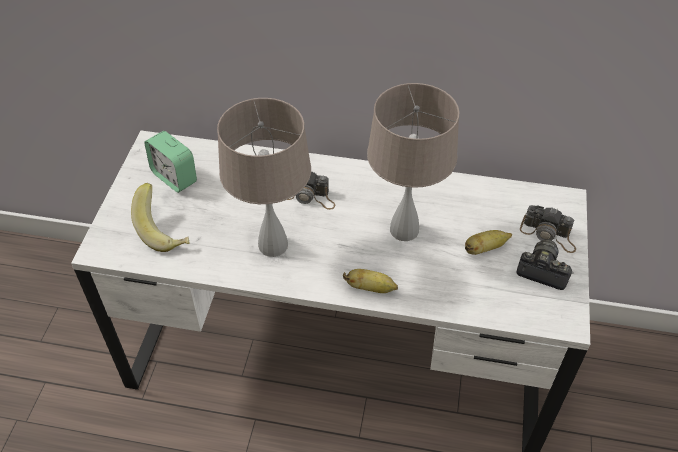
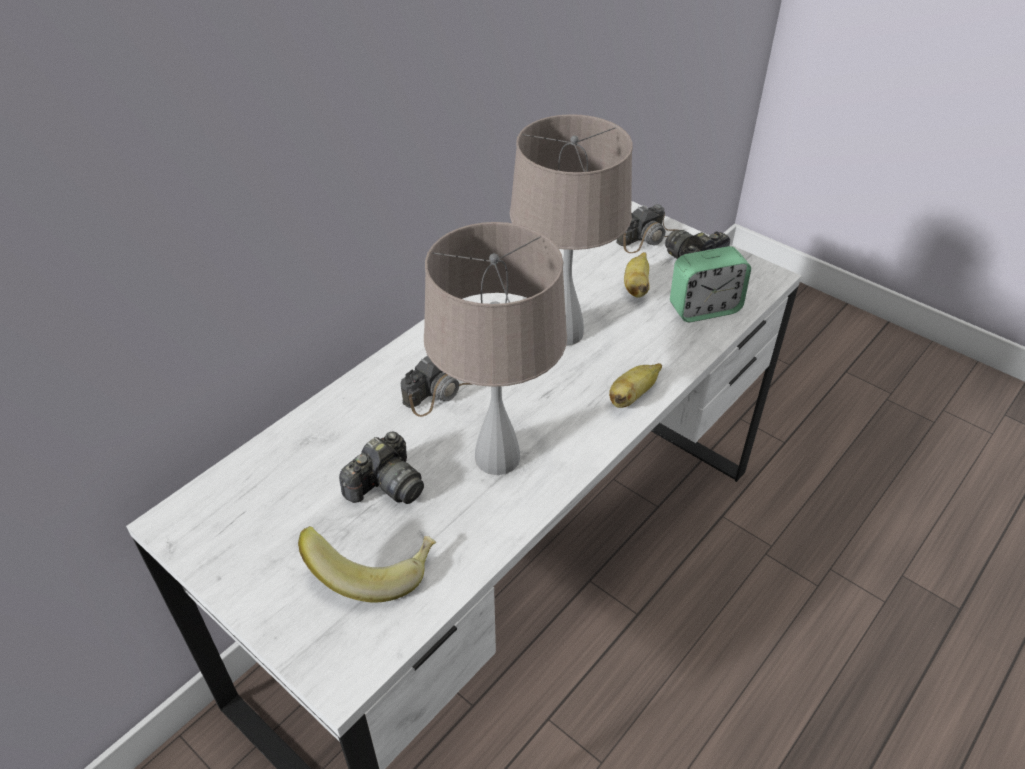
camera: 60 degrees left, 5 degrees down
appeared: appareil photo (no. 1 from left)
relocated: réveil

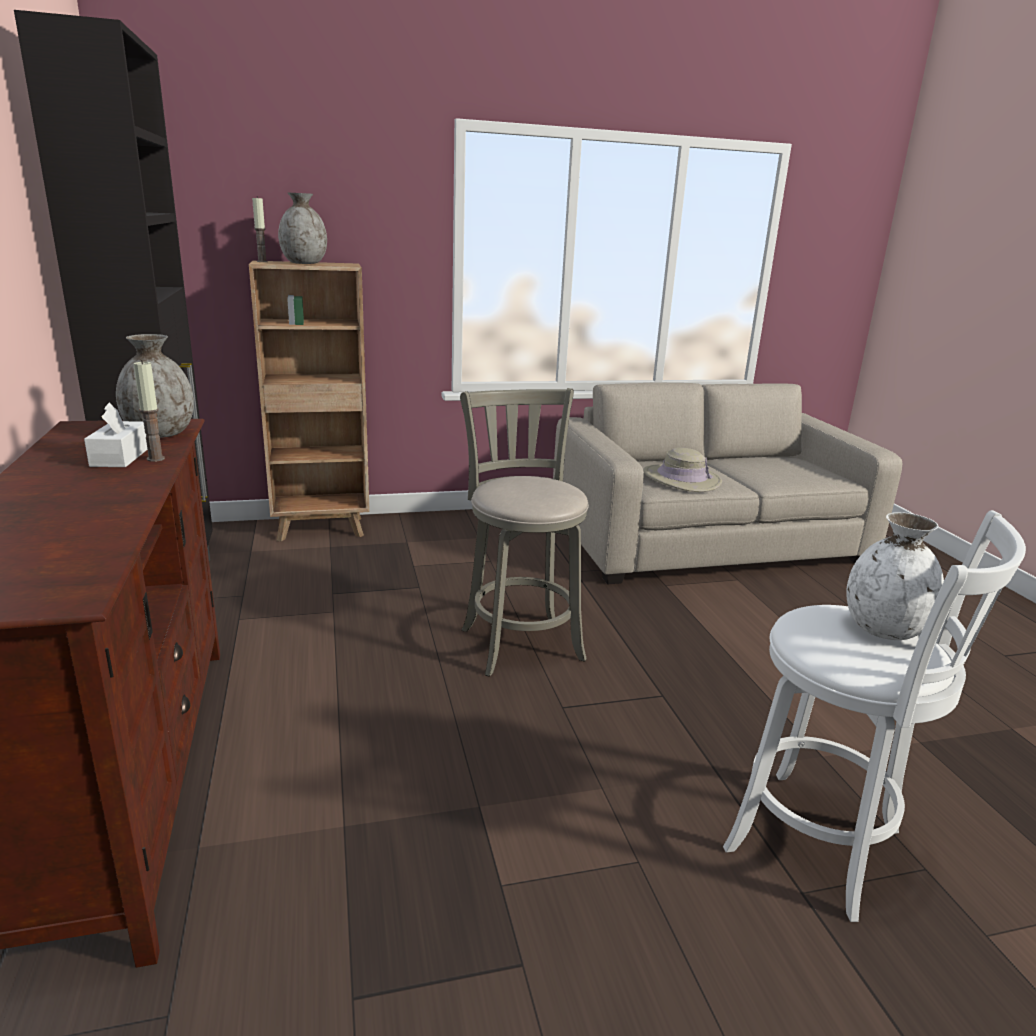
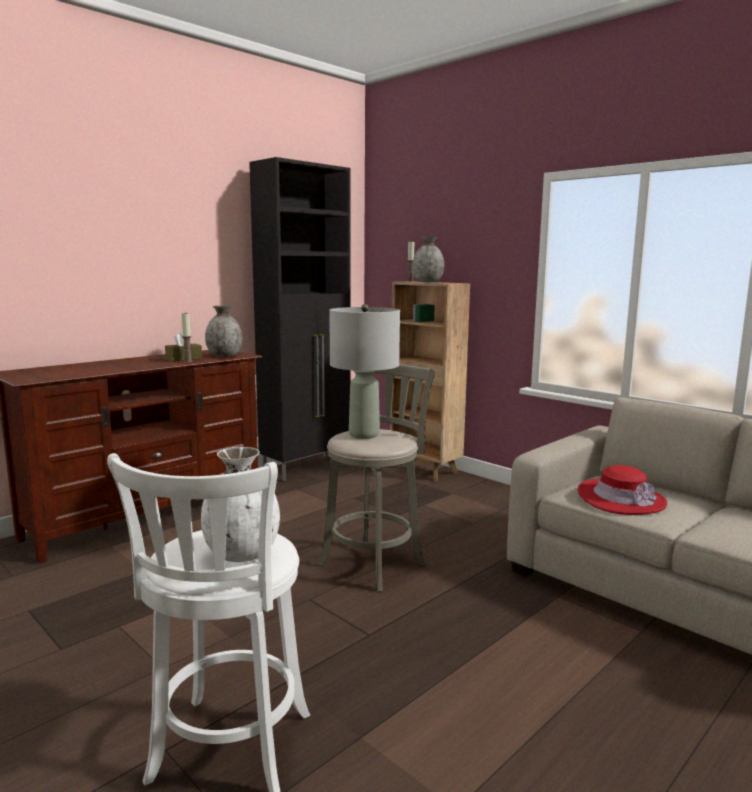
camera: 60 degrees right, 10 degrees down
appeared: lampe de table/gris
colour: boîte à mouchoirs/blanc to boîte à mouchoirs/marron; chapeau/beige to chapeau/rouge

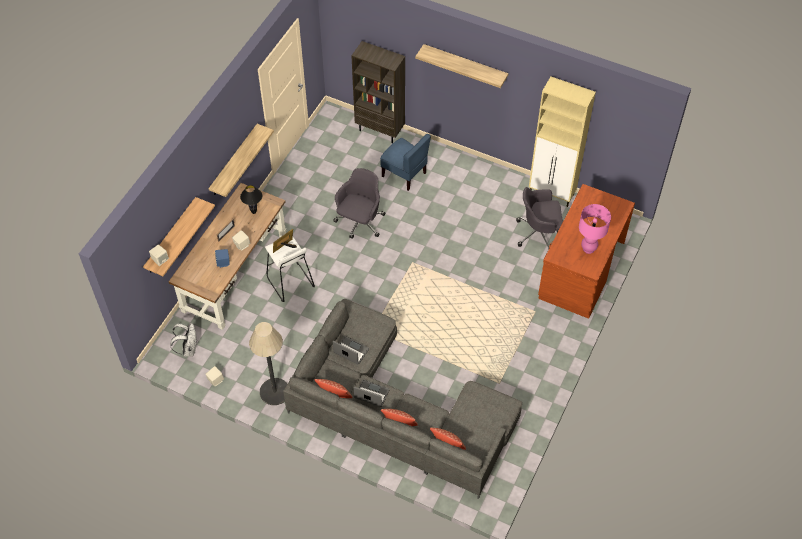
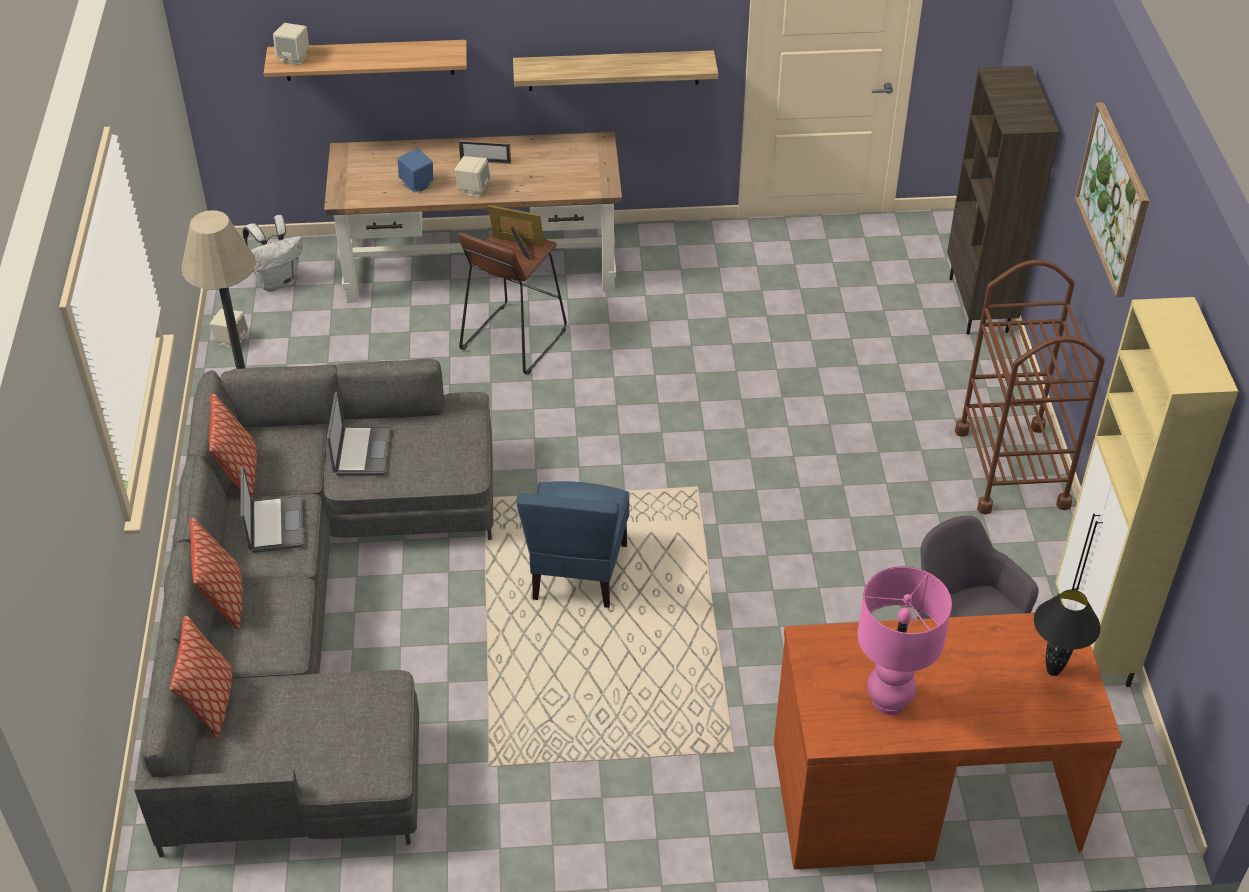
camera: 60 degrees right, 10 degrees down
missing: chaise de bureau/gris (no. 1 from left)
appeared: chariot/marron
relocated: lampe de table/noir; chaise/bleu
exchanged: étagère (no. 3 from left) to tableau
colour: tabouret/blanc to tabouret/marron

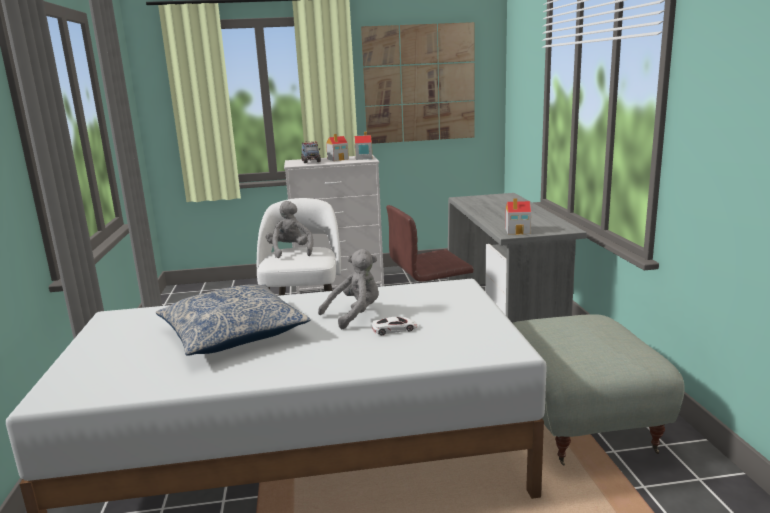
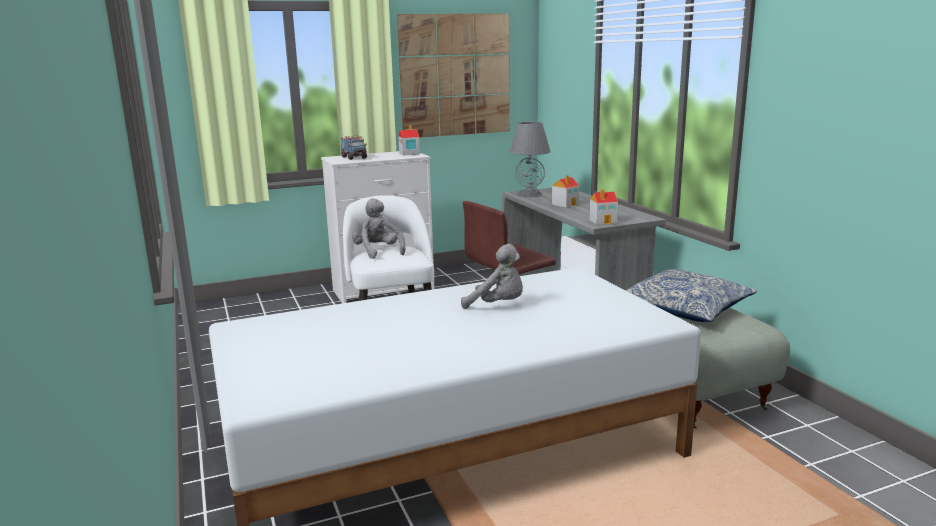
camera: 15 degrees left, 0 degrees up
missing: petite voiture/blanc
appeared: lampe de table/gris
relocated: coussin; maison miniature (no. 1 from left in the first image) to maison miniature (no. 2 from left)
spun: peluche/gris (no. 2 from left) 75 degrees clockwise

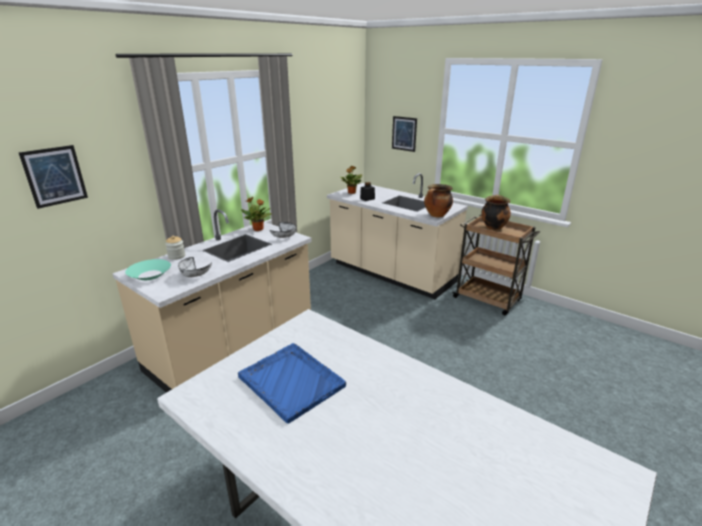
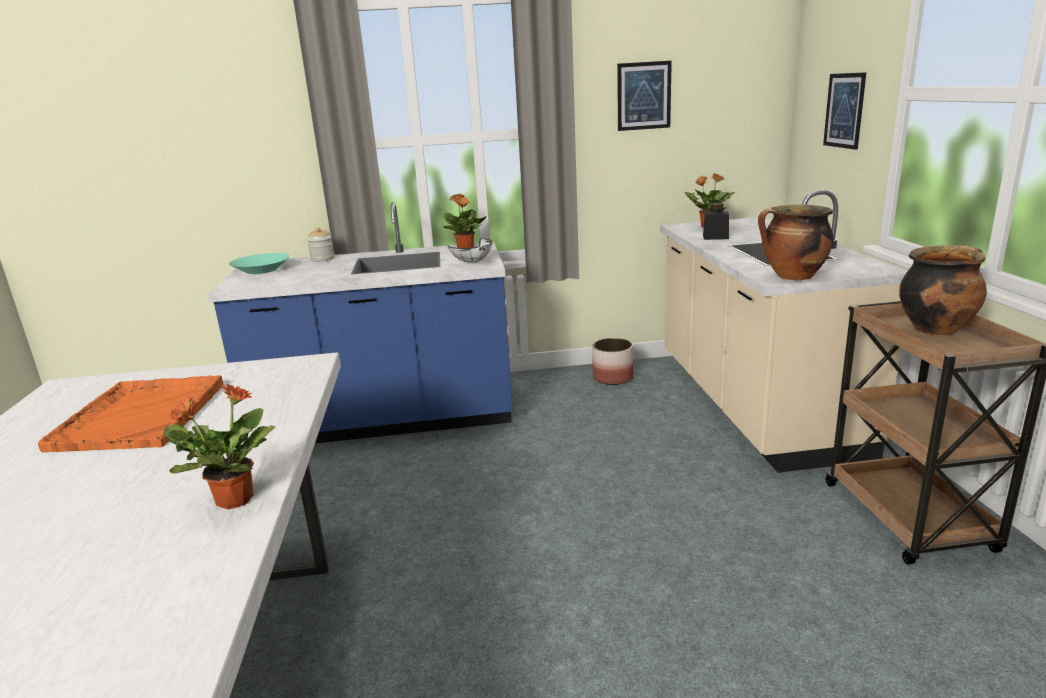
camera: 45 degrees right, 5 degrees down
missing: bol/blanc (no. 1 from left)
appeared: plante en pot (no. 1 from left); cache-pot
relocated: tableau (no. 1 from left)
colour: comptoir de cuisine/beige (no. 1 from left) to comptoir de cuisine/bleu; plateau/bleu to plateau/orange

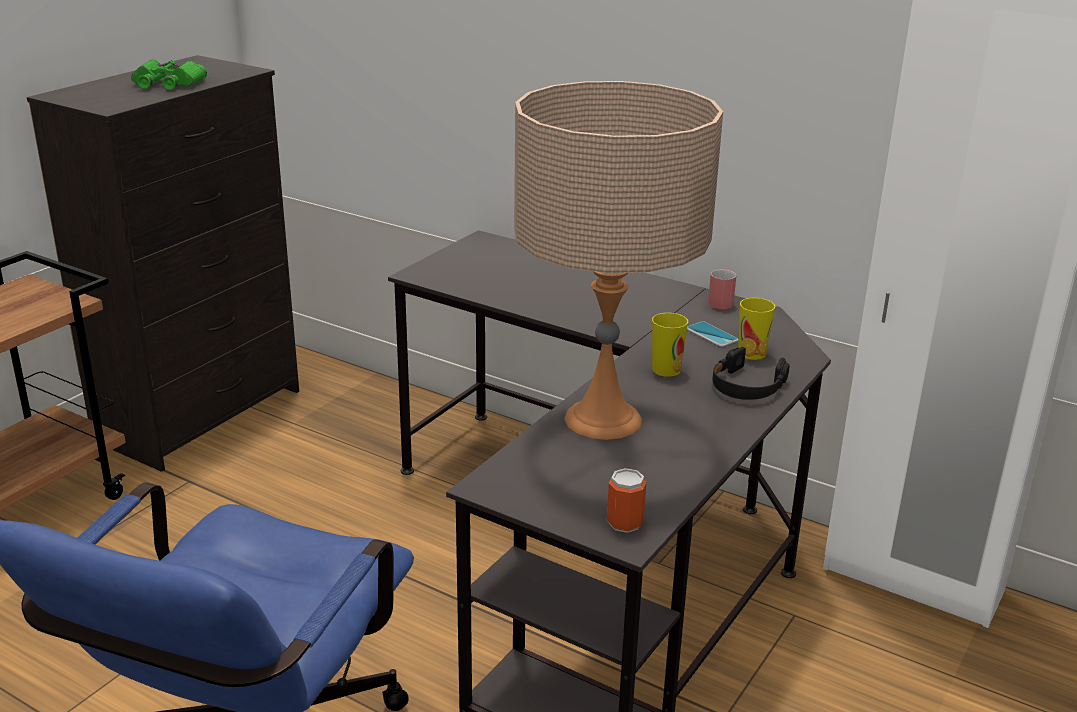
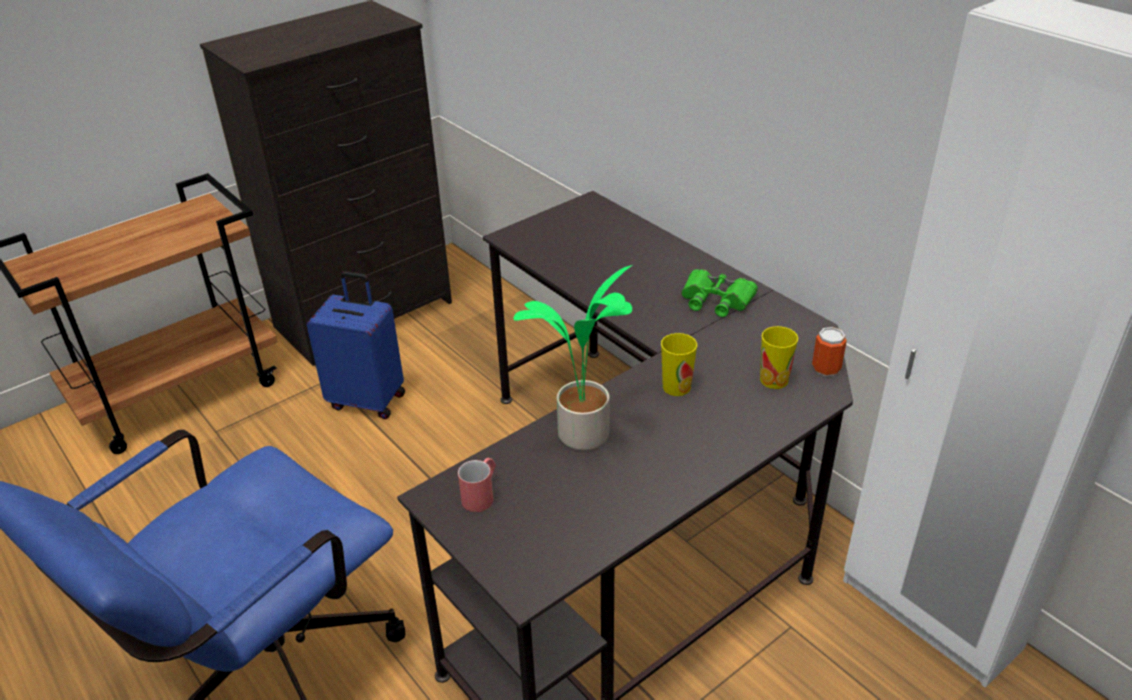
camera: 20 degrees right, 10 degrees up
missing: téléphone; casque audio/noir
appeared: valise/bleu
relocated: jumelles/vert; boîte métallique; mug/rouge
exchanged: lampe de table/beige to plante en pot

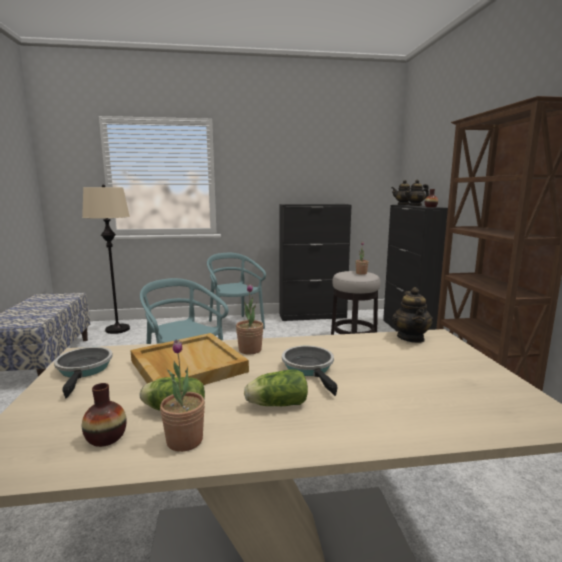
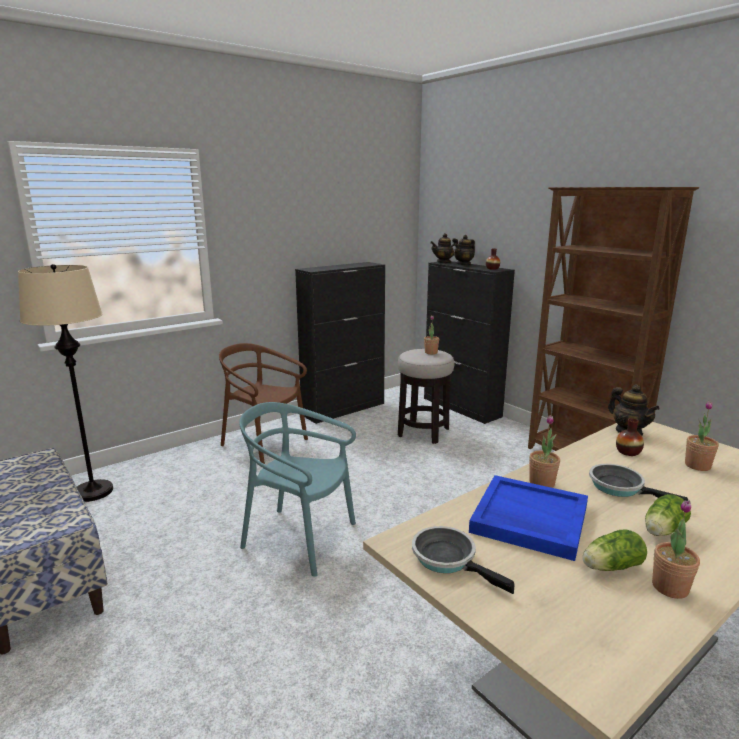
camera: 30 degrees left, 5 degrees up
appeared: plante en pot (no. 4 from left)
relocated: vase (no. 1 from left in the first image) to vase (no. 2 from left)
colour: plateau/beige to plateau/bleu; chaise/turquoise (no. 2 from left) to chaise/marron

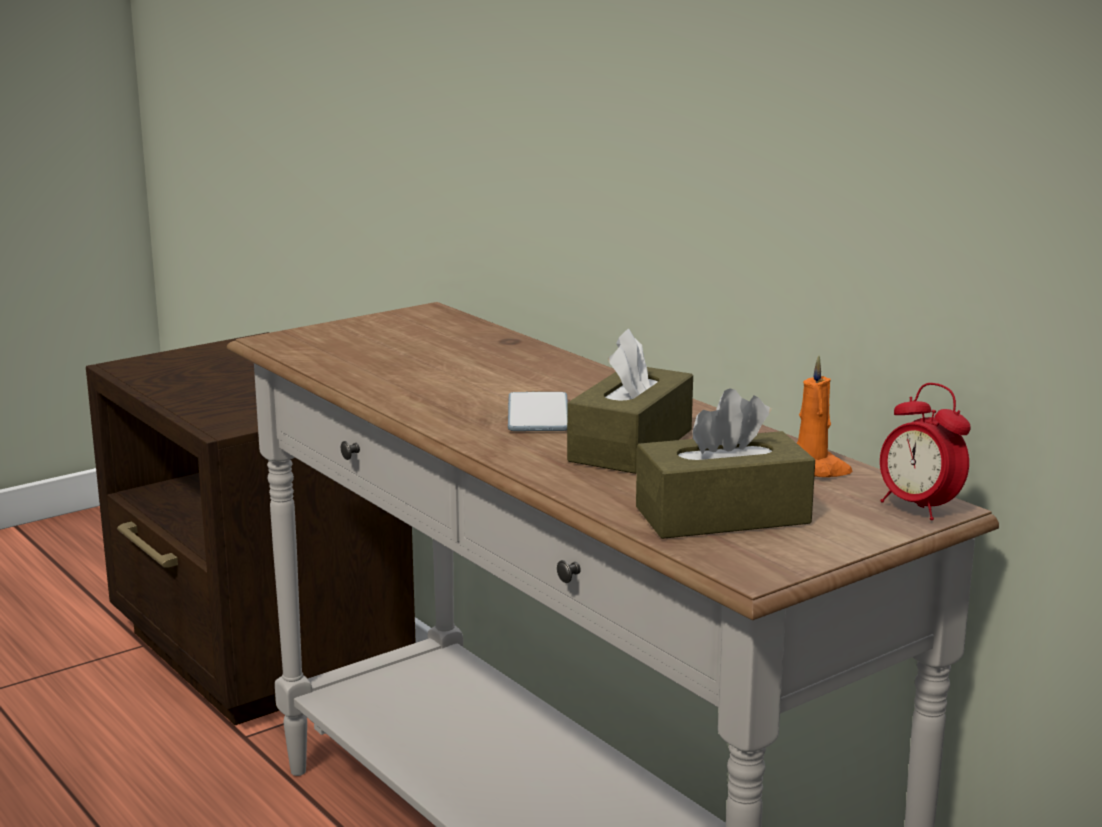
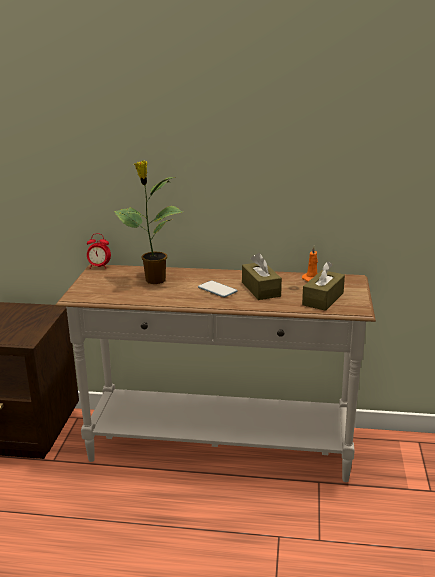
camera: 45 degrees left, 5 degrees up
appeared: plante en pot
relocated: réveil

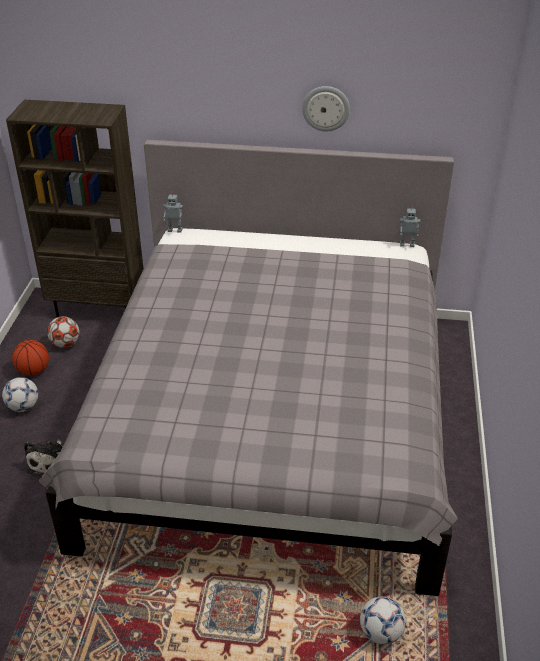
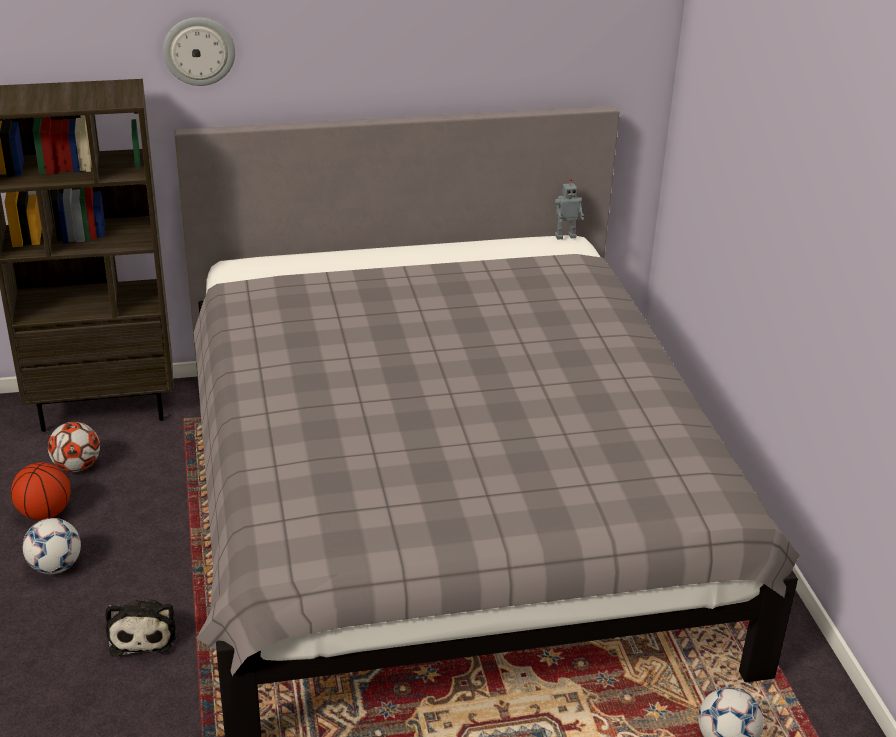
camera: 20 degrees left, 5 degrees down
missing: robot jouet (no. 1 from left)
relocated: horloge murale

